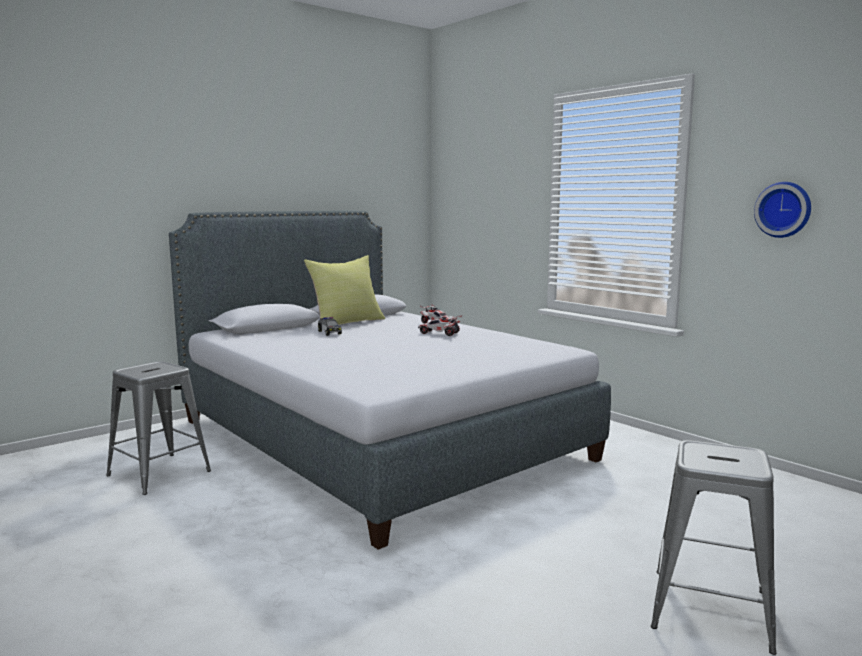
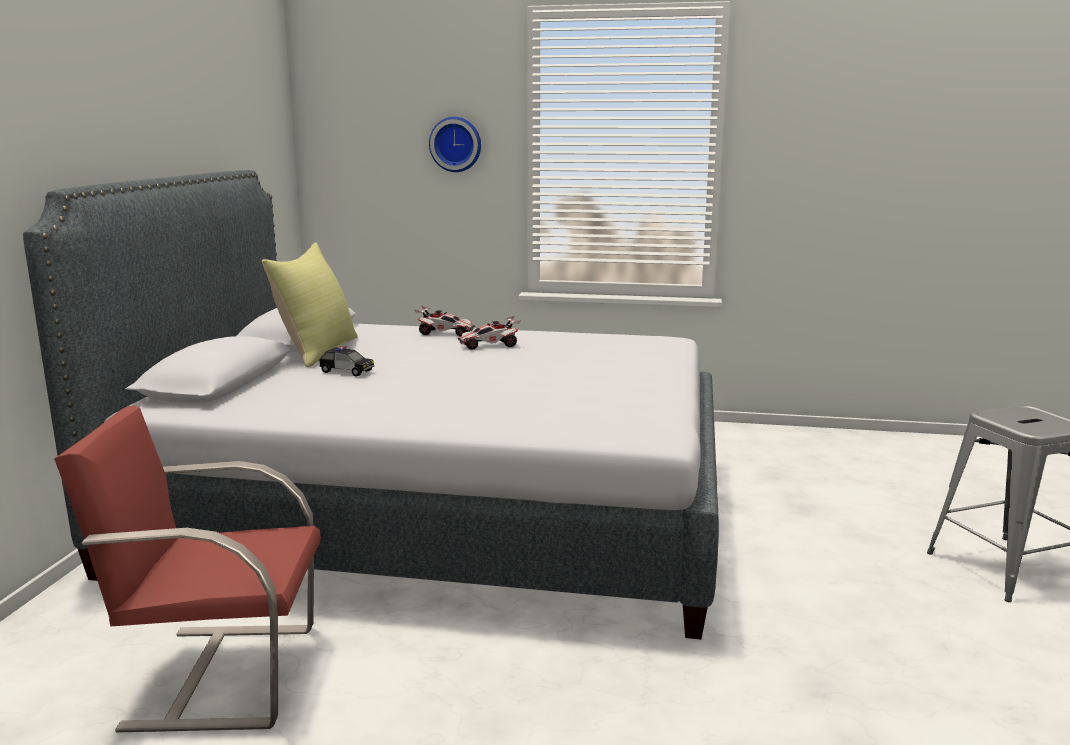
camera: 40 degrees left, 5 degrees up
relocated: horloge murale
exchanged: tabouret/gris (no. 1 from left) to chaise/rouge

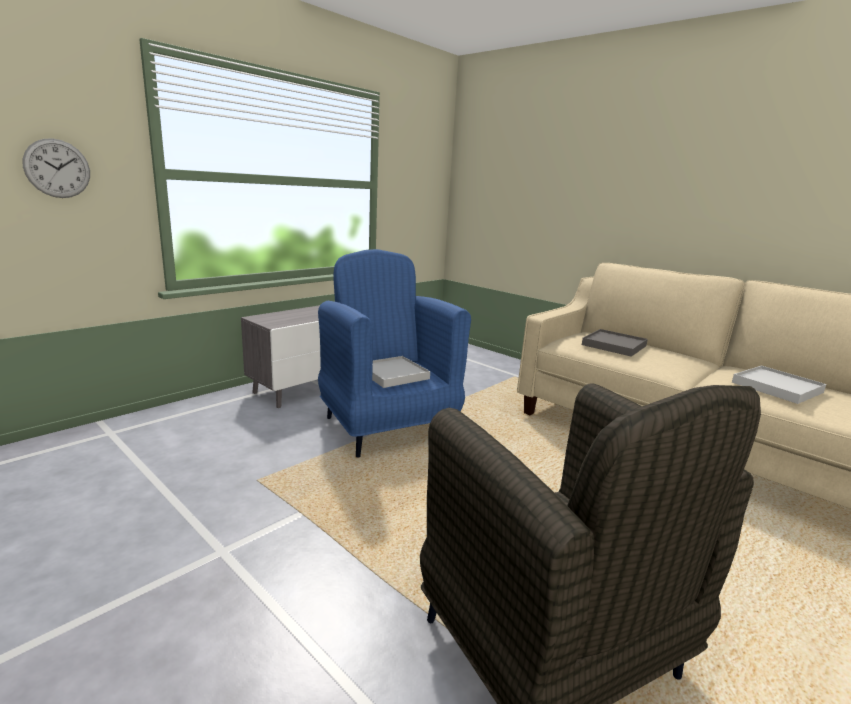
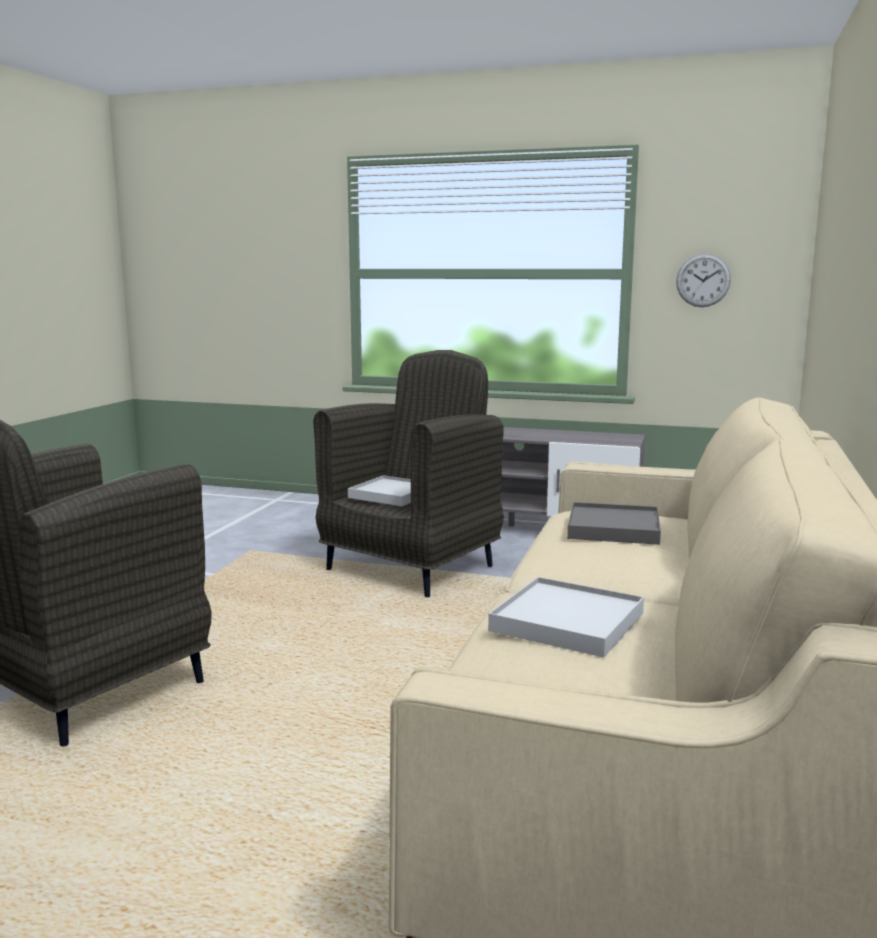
camera: 65 degrees right, 5 degrees down
relocated: horloge murale
colour: fauteuil/bleu to fauteuil/gris (no. 2 from left)

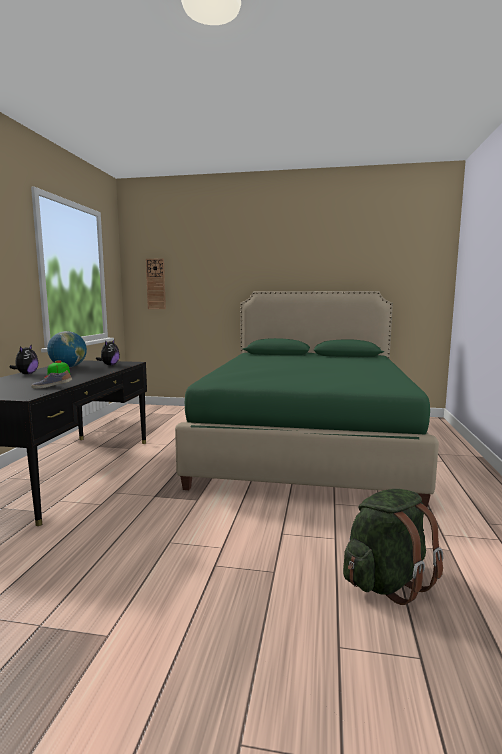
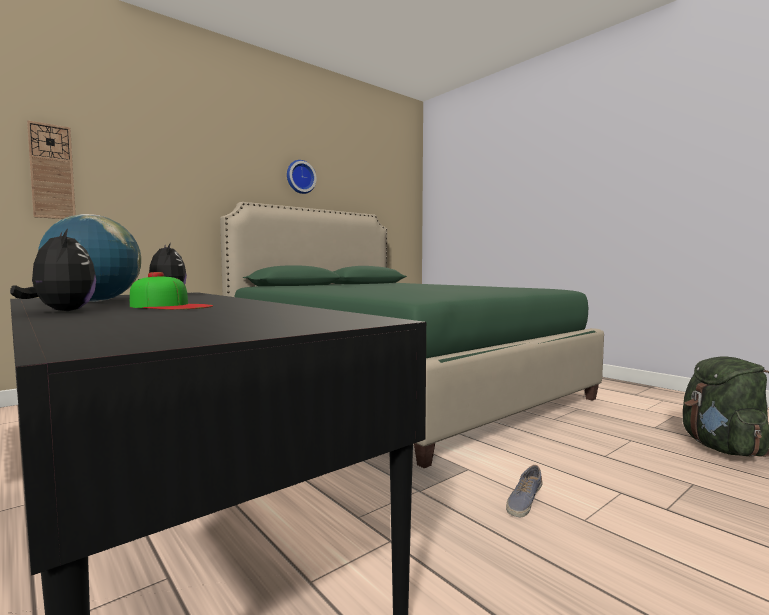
camera: 50 degrees left, 5 degrees down
appeared: horloge murale (no. 2 from left)
relocated: chaussure

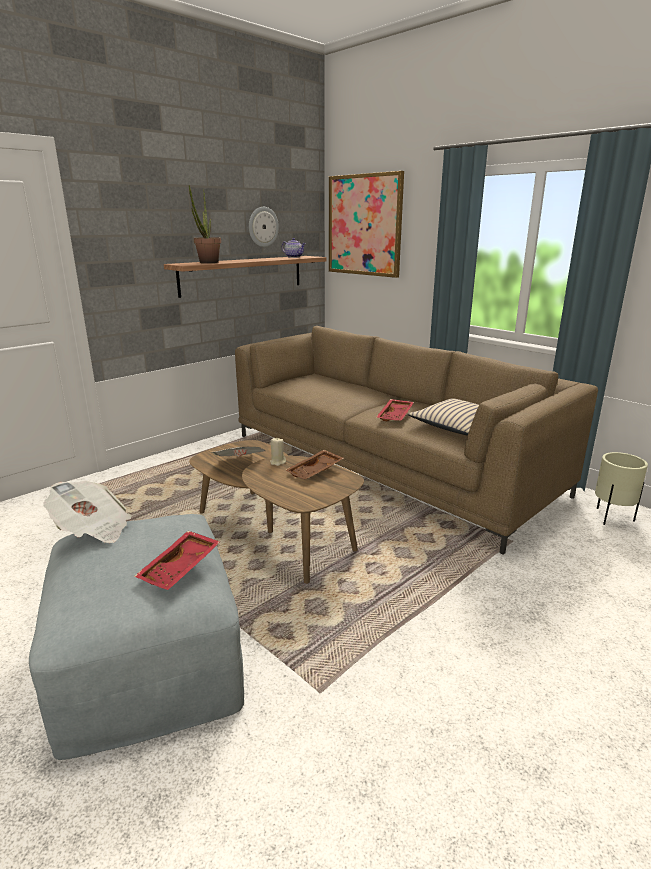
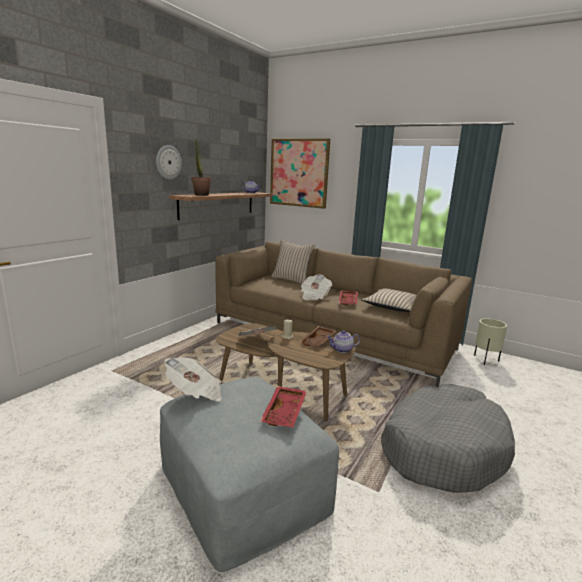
camera: 15 degrees left, 5 degrees down
appeared: coussin/beige (no. 1 from left); journal (no. 3 from left); théière (no. 2 from left); panier pour chien/gris
relocated: horloge murale

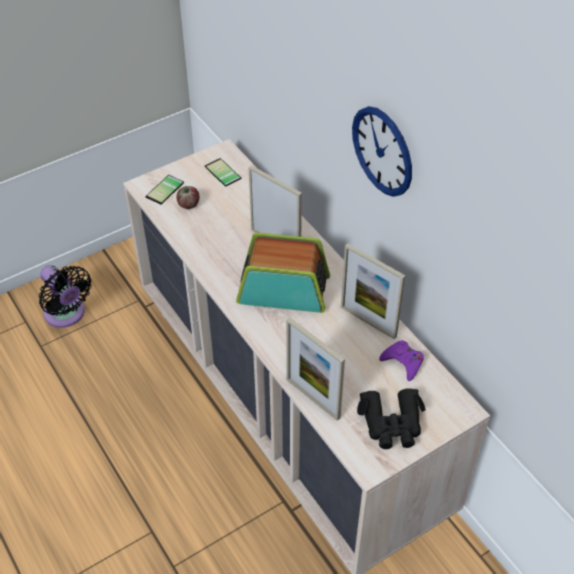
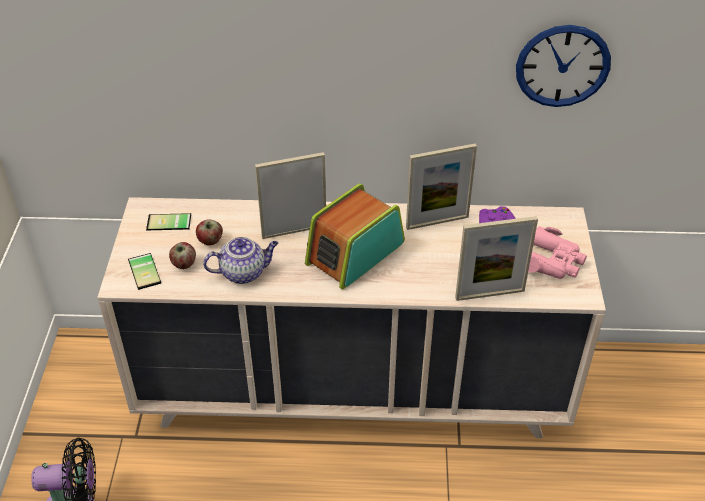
camera: 55 degrees left, 5 degrees down
appeared: pomme (no. 2 from left); théière
relocated: horloge murale
colour: jumelles/noir to jumelles/rose

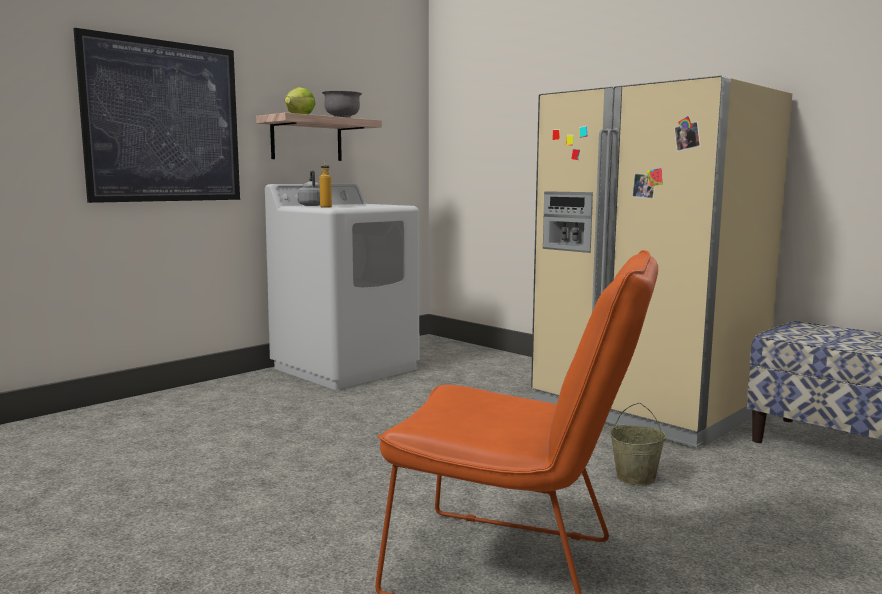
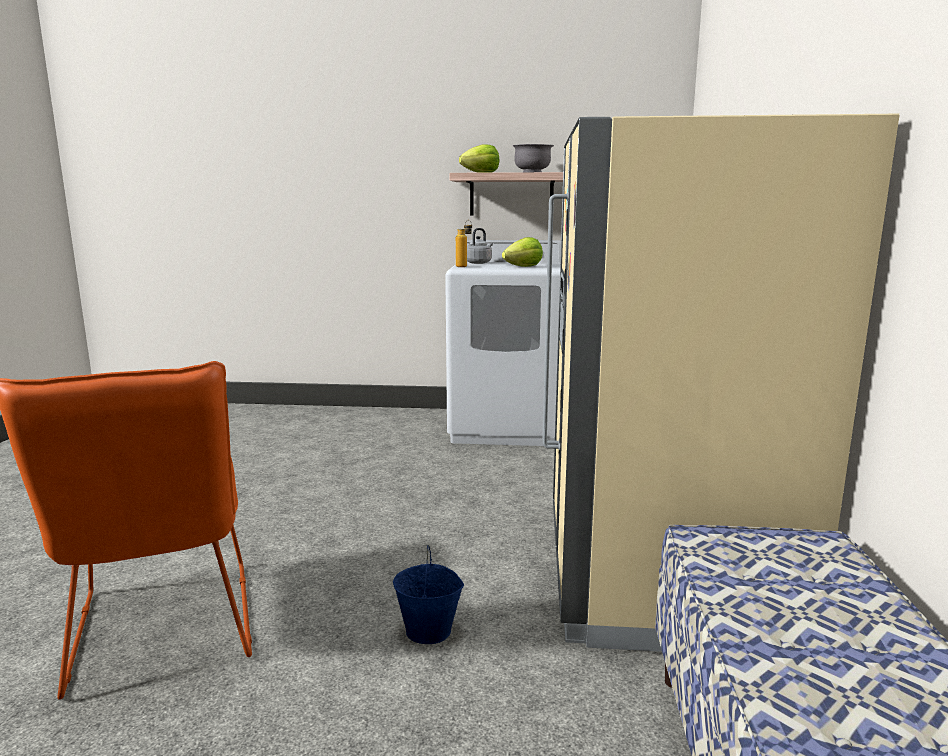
camera: 50 degrees right, 5 degrees up
missing: tableau
appeared: laitue (no. 2 from left)
colour: seau/beige to seau/bleu

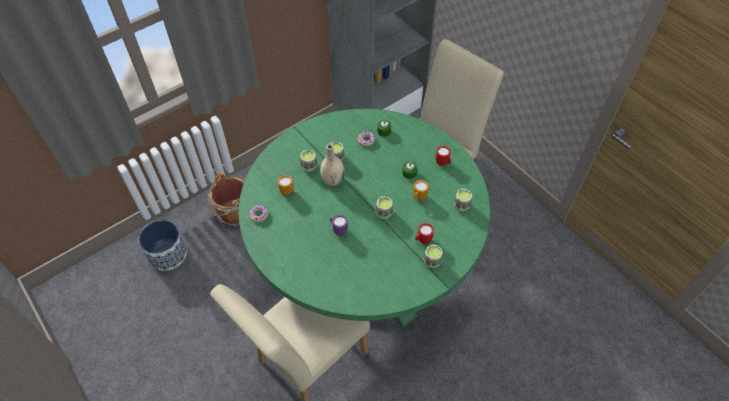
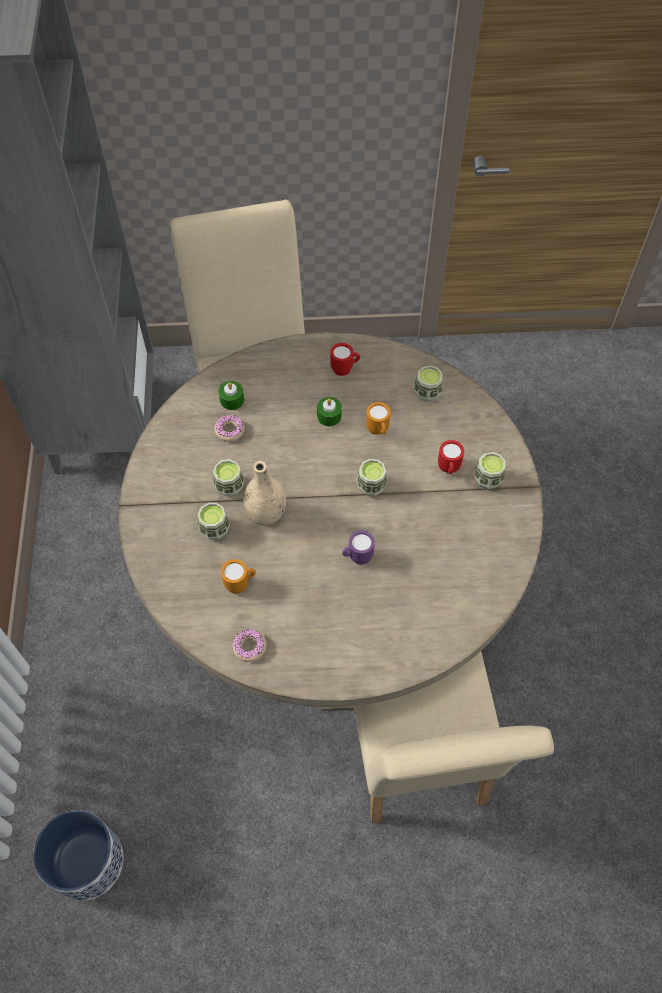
camera: 55 degrees left, 5 degrees up
missing: seau/marron
colour: table à manger/vert to table à manger/beige

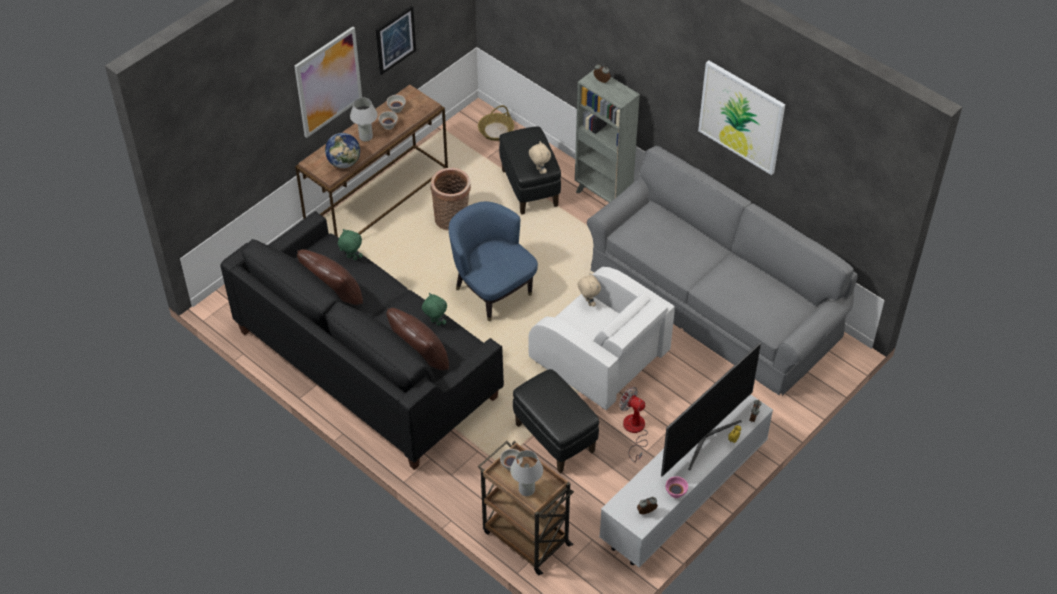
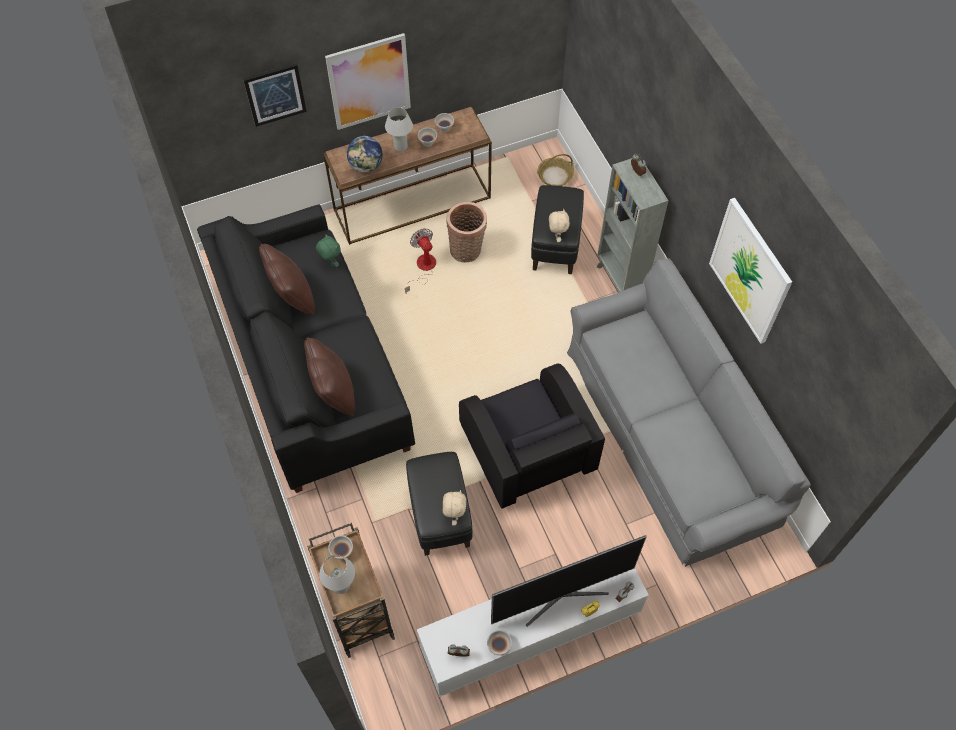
camera: 25 degrees right, 10 degrees up
missing: peluche/vert (no. 2 from left); fauteuil/bleu
relocated: tableau (no. 2 from left in the first image) to tableau (no. 1 from left); peluche/beige (no. 2 from left in the first image) to peluche/beige (no. 1 from left); ventilateur
colour: fauteuil/blanc to fauteuil/noir; bol/rose to bol/blanc (no. 4 from left)

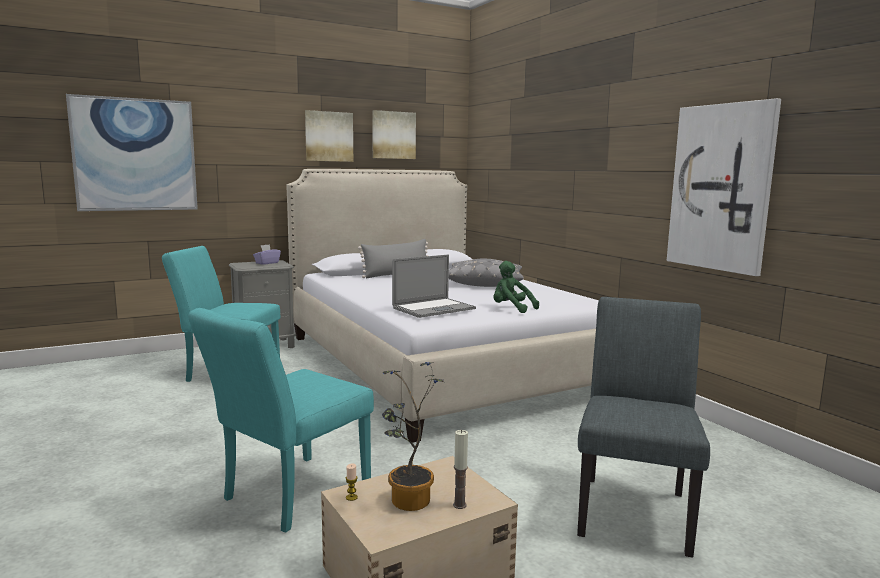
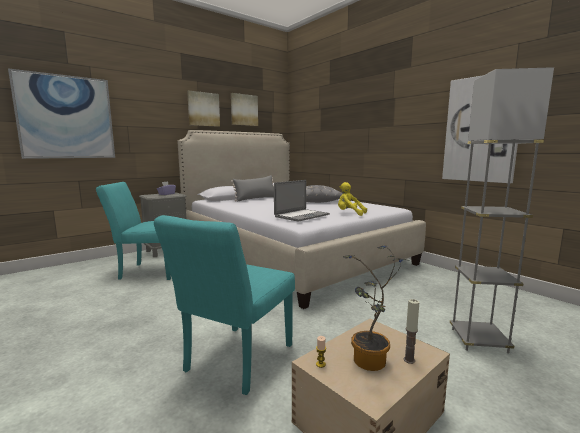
camera: 10 degrees left, 0 degrees up
exchanged: chaise/gris to lampadaire/gris
colour: peluche/vert to peluche/jaune

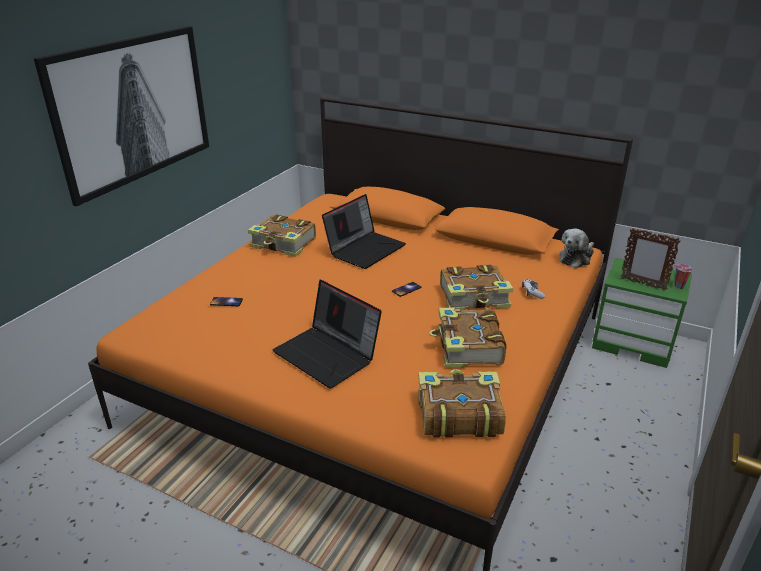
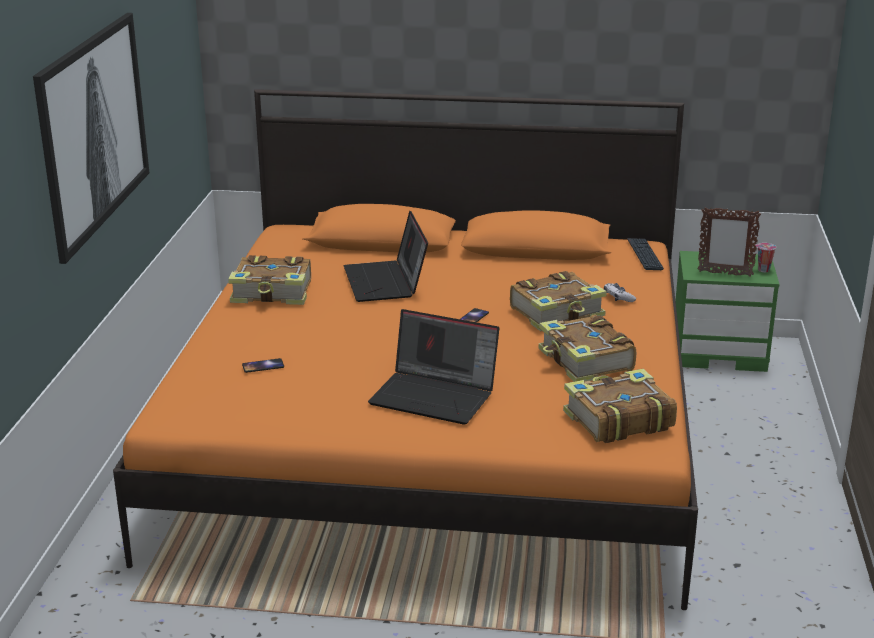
camera: 20 degrees left, 5 degrees down
exchanged: peluche to clavier
spun: ordinateur portable (no. 2 from left in the first image) 150 degrees clockwise

